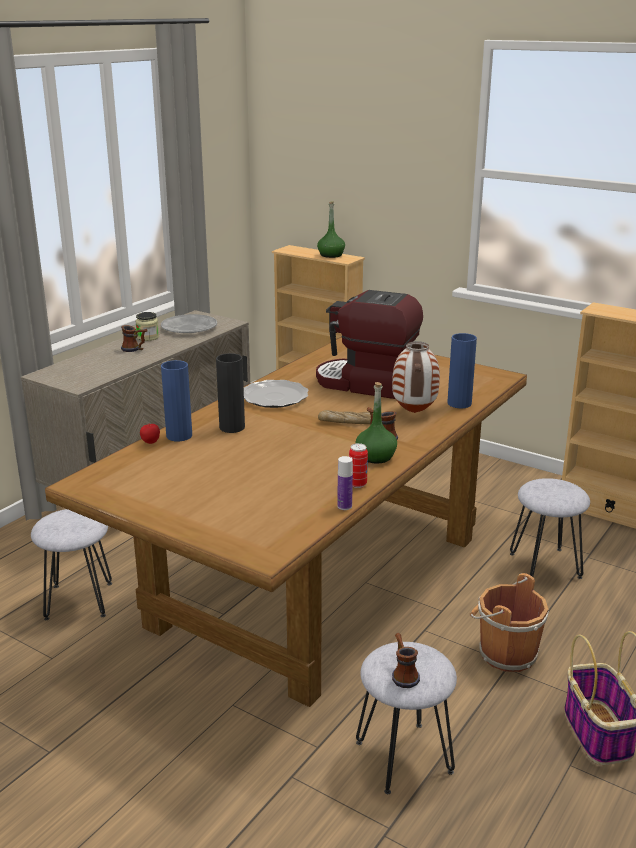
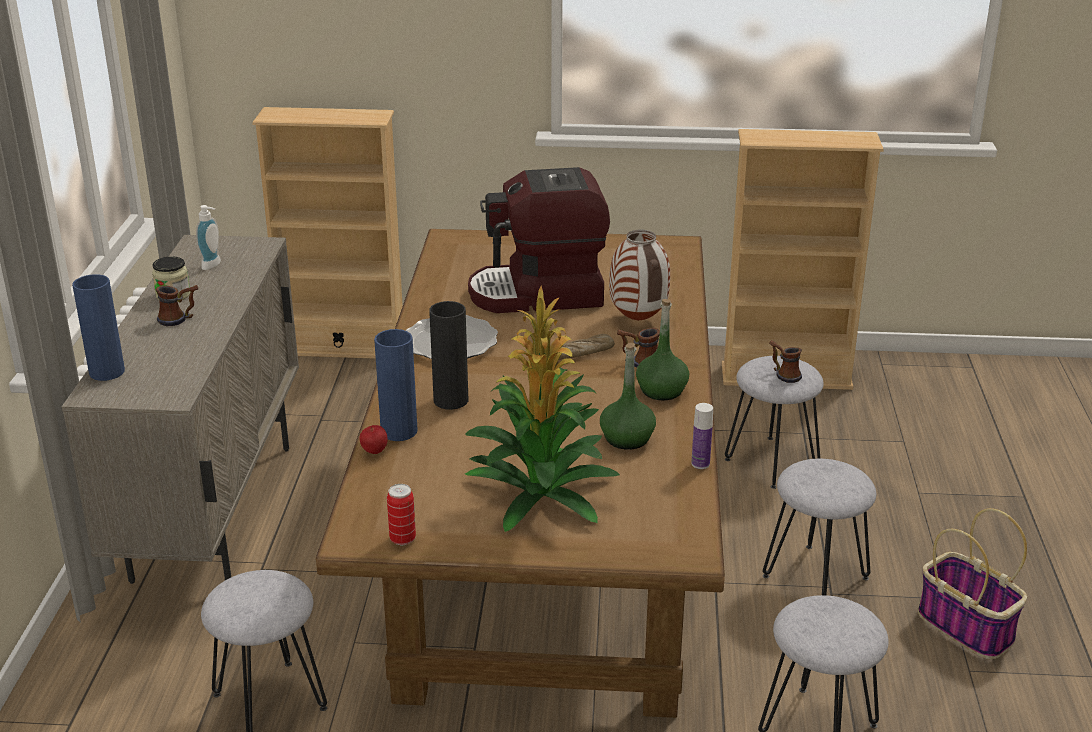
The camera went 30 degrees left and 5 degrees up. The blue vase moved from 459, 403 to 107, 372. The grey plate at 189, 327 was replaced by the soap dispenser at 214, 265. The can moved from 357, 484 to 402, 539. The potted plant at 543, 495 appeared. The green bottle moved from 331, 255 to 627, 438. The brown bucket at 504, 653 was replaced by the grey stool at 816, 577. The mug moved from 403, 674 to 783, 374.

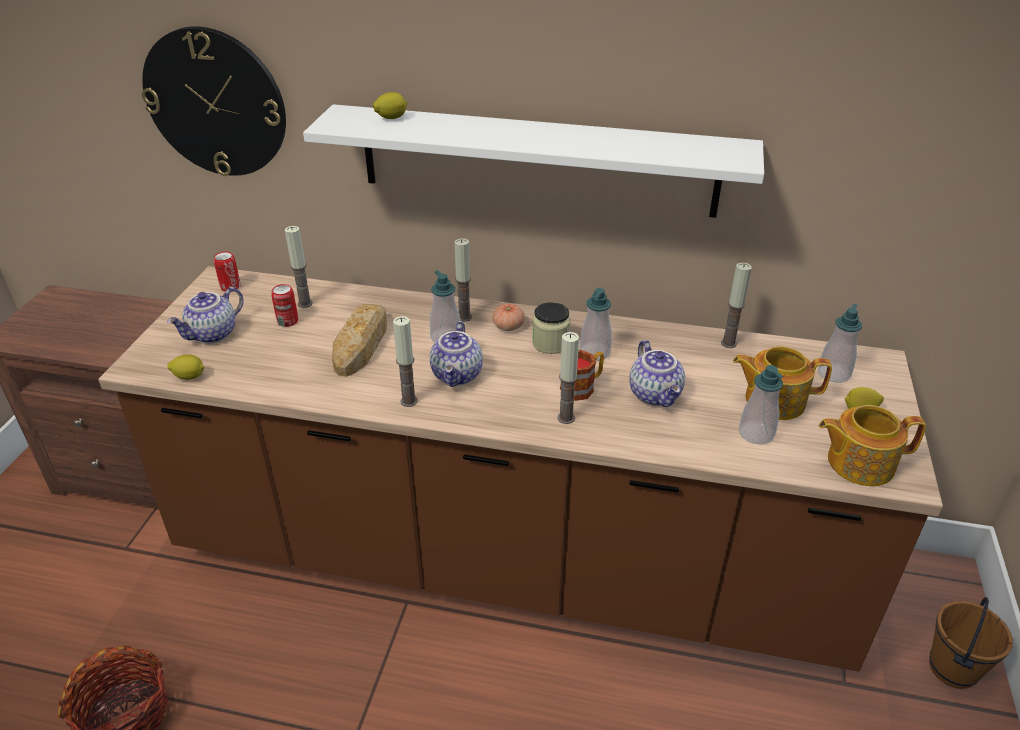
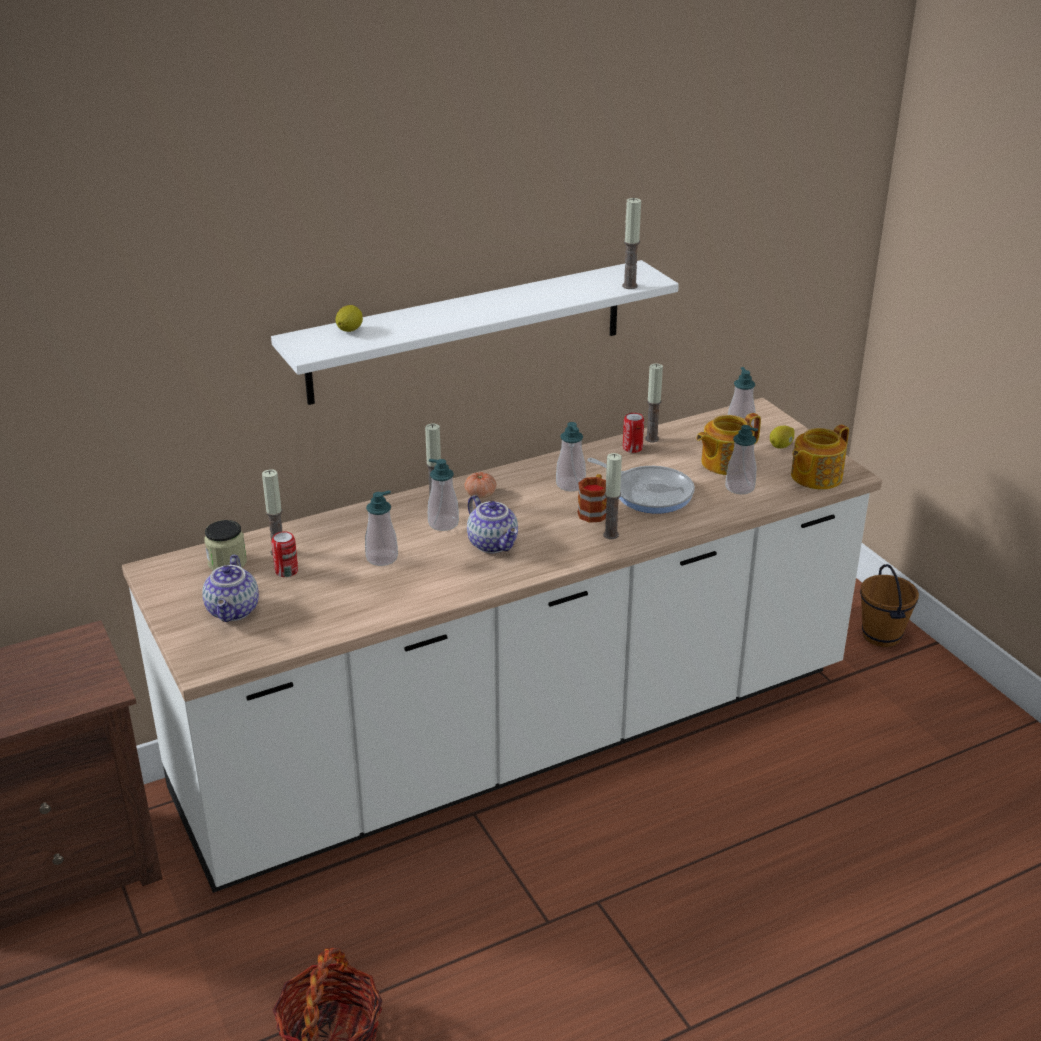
The camera went 40 degrees left and 5 degrees down. The brown counter at 510, 558 became the white counter at 520, 736. The jar moved from 550, 343 to 227, 563. The bread at 362, 344 was replaced by the soap dispenser at 382, 558. The teapot at 656, 395 was replaced by the frying pan at 649, 493. The candle moved from 409, 401 to 629, 286. The can moved from 230, 287 to 632, 448. The wall clock at 215, 103 disappeared. The lemon at 189, 377 disappeared.

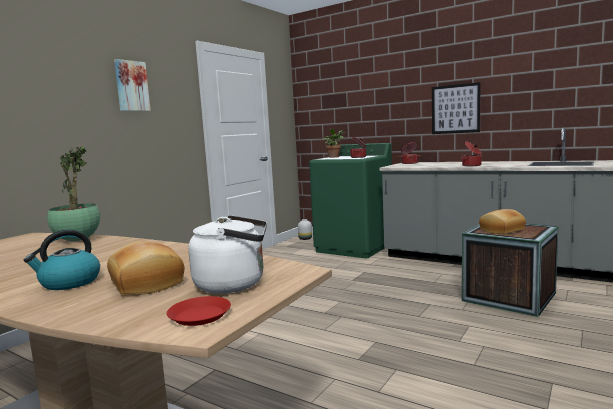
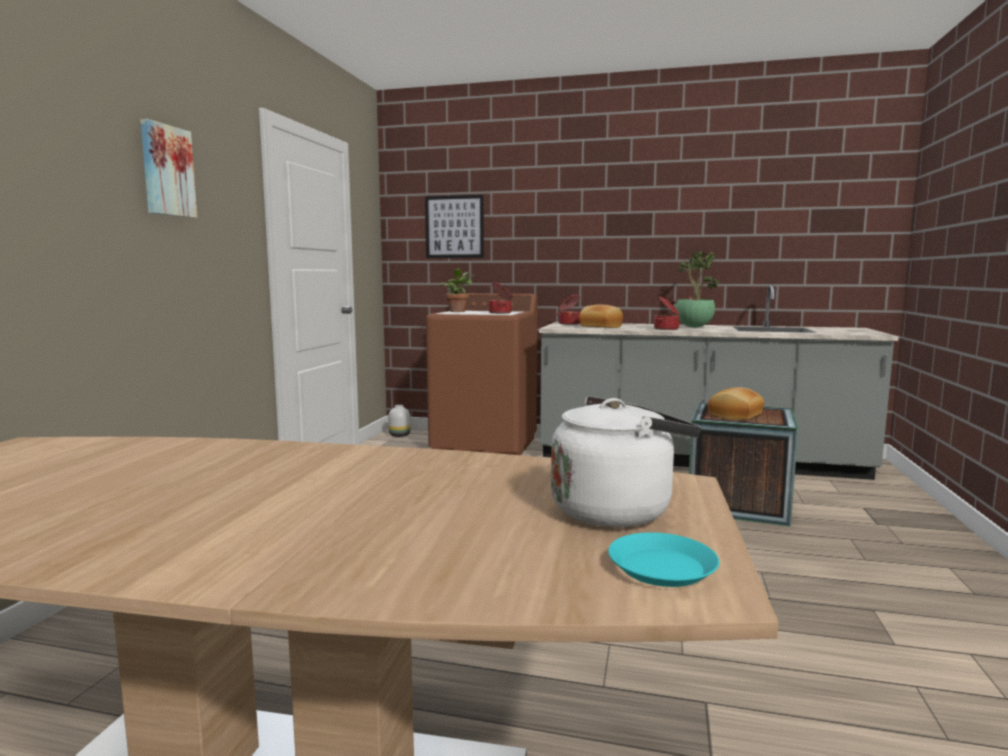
The camera went 20 degrees left and 0 degrees up. The picture moved from 455, 109 to 454, 227. The green washing machine at 354, 247 became the brown washing machine at 485, 446. The bread moved from 145, 283 to 600, 327. The red plate at 200, 315 became the turquoise plate at 662, 567. The potted plant moved from 77, 240 to 693, 327. The kettle at 69, 283 disappeared.

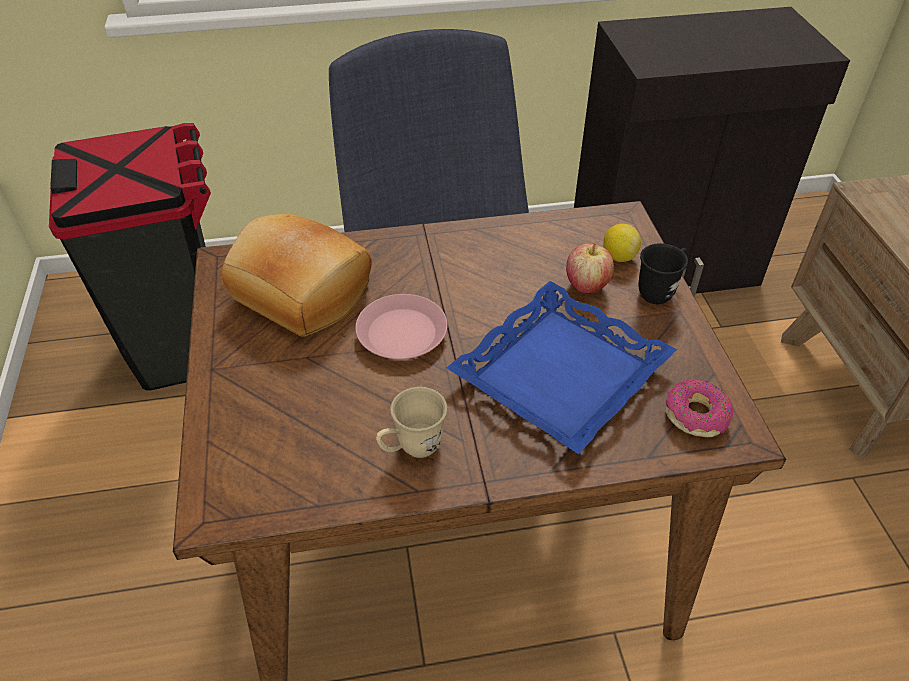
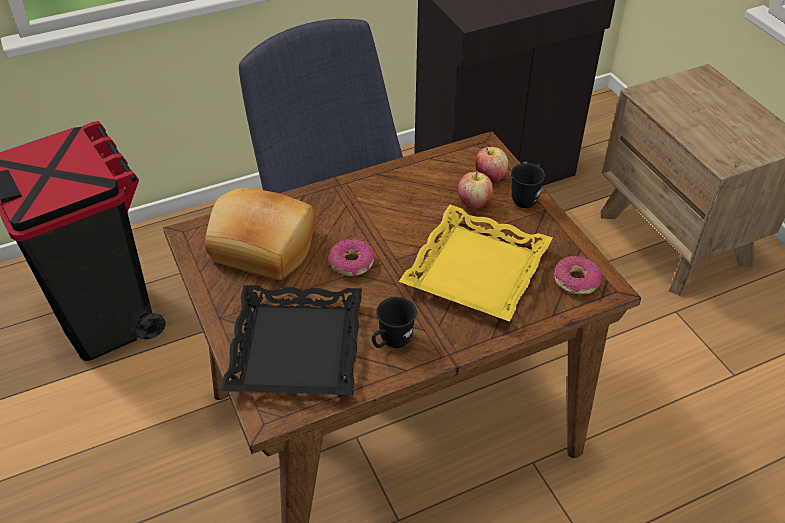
The camera went 15 degrees left and 0 degrees up. The black tray at 297, 348 appeared. The pink plate at 401, 333 was replaced by the donut at 352, 263. The beige mug at 412, 448 became the black mug at 391, 342. The blue tray at 559, 372 became the yellow tray at 475, 270. The lemon at 619, 256 was replaced by the apple at 490, 177.

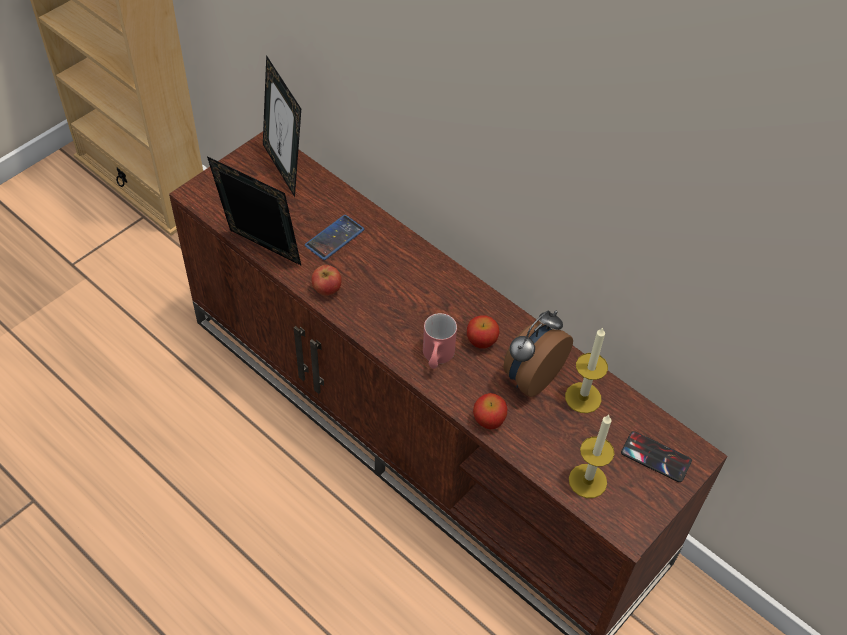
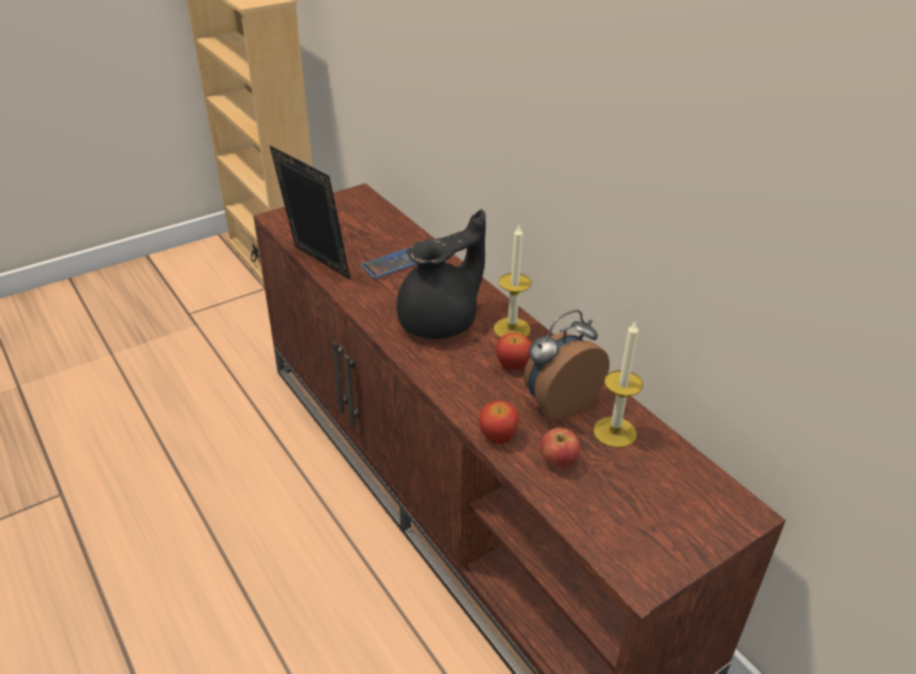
The camera went 15 degrees right and 15 degrees down. The black teapot at 441, 321 appeared. The candle moved from 587, 481 to 511, 329. The apple moved from 327, 289 to 558, 461. The picture frame at 284, 168 disappeared. The red mug at 437, 358 disappeared. The phone at 656, 457 disappeared.

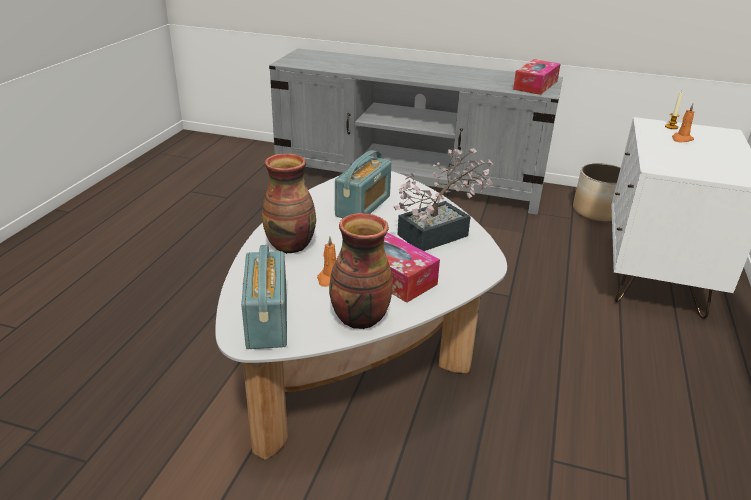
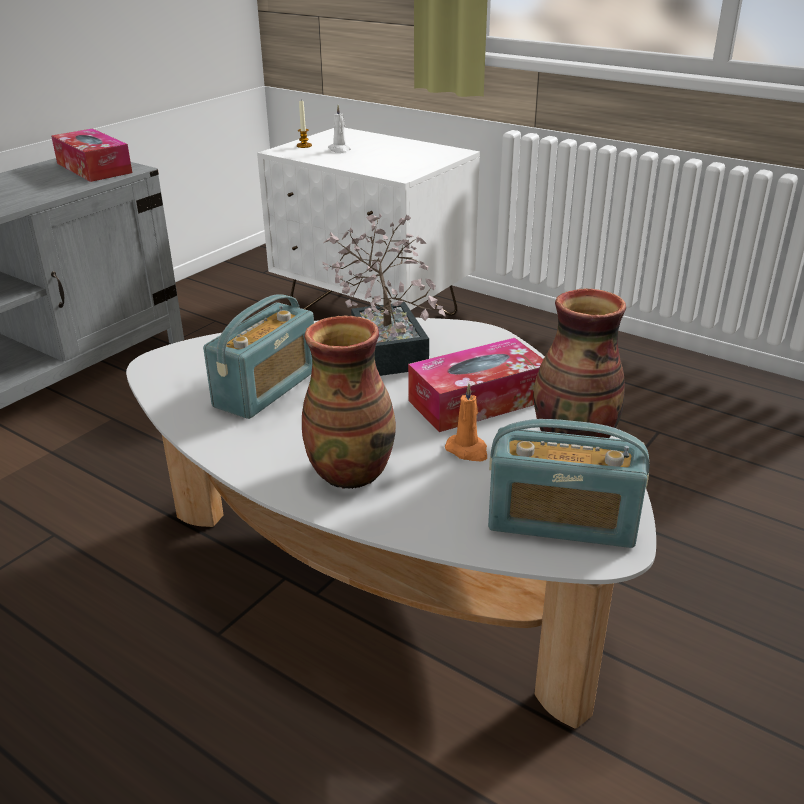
The camera went 70 degrees left and 0 degrees up. The radio at 363, 206 turned 75 degrees clockwise. The orange candle at 681, 139 became the white candle at 340, 150. The planter at 597, 212 disappeared.

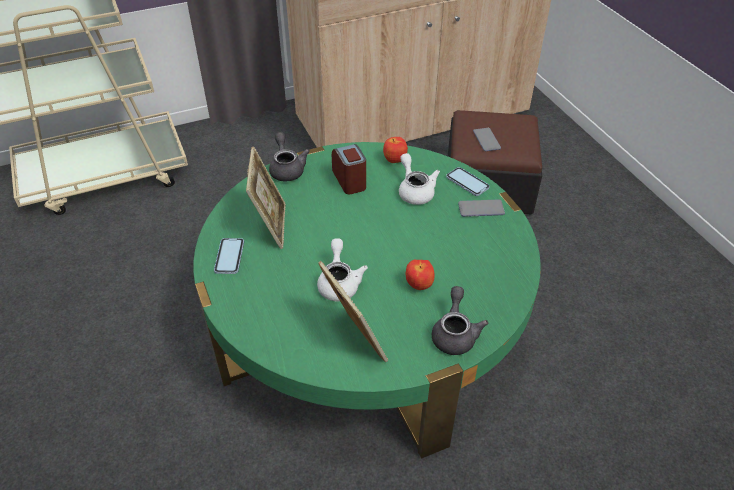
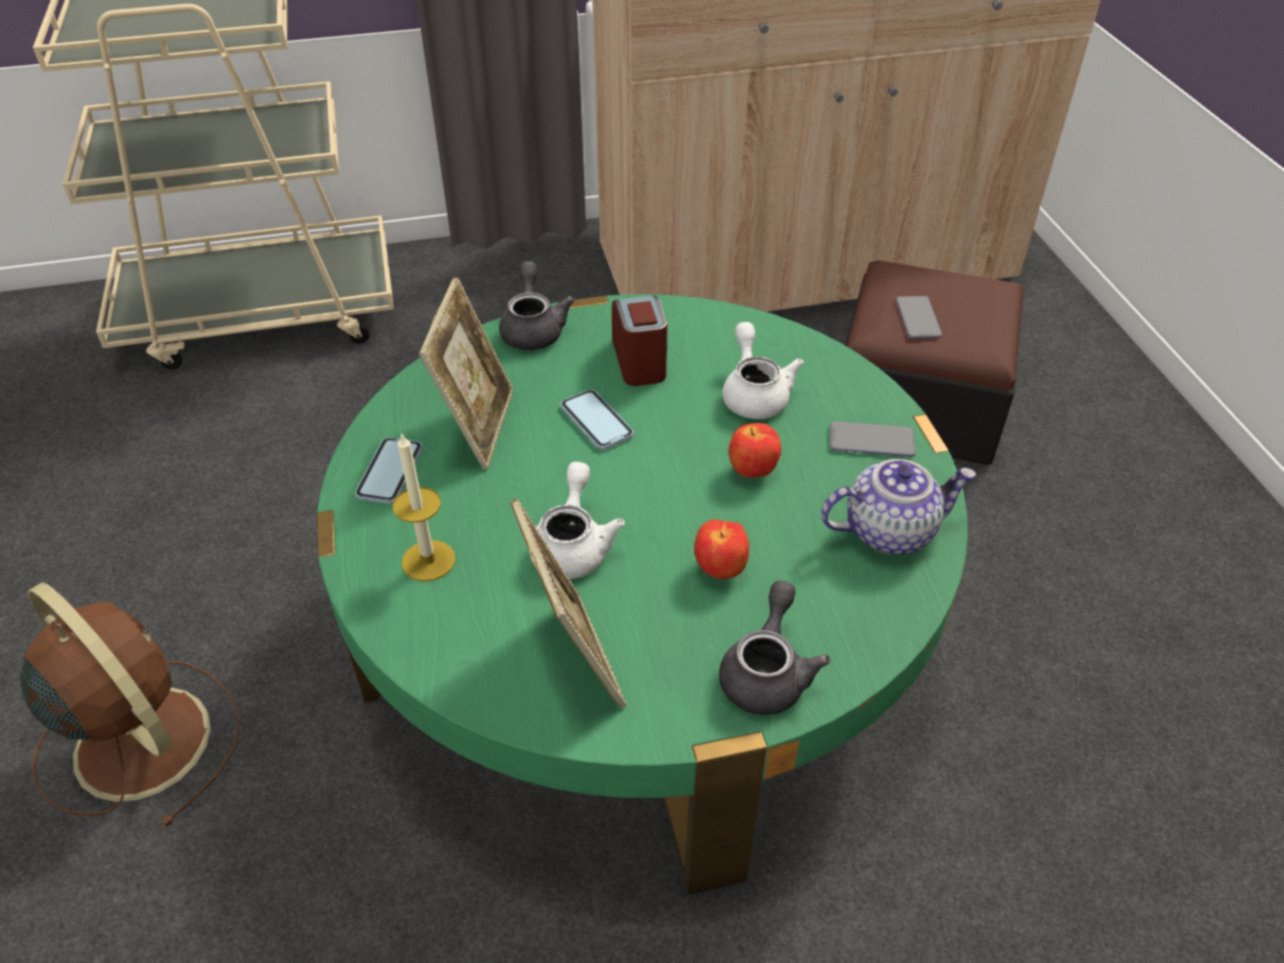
The camera went 10 degrees right and 0 degrees up. The brown fan at 139, 739 appeared. The candle at 428, 560 appeared. The phone moved from 467, 182 to 596, 421. The apple moved from 395, 161 to 752, 472. The teapot at 889, 530 appeared.

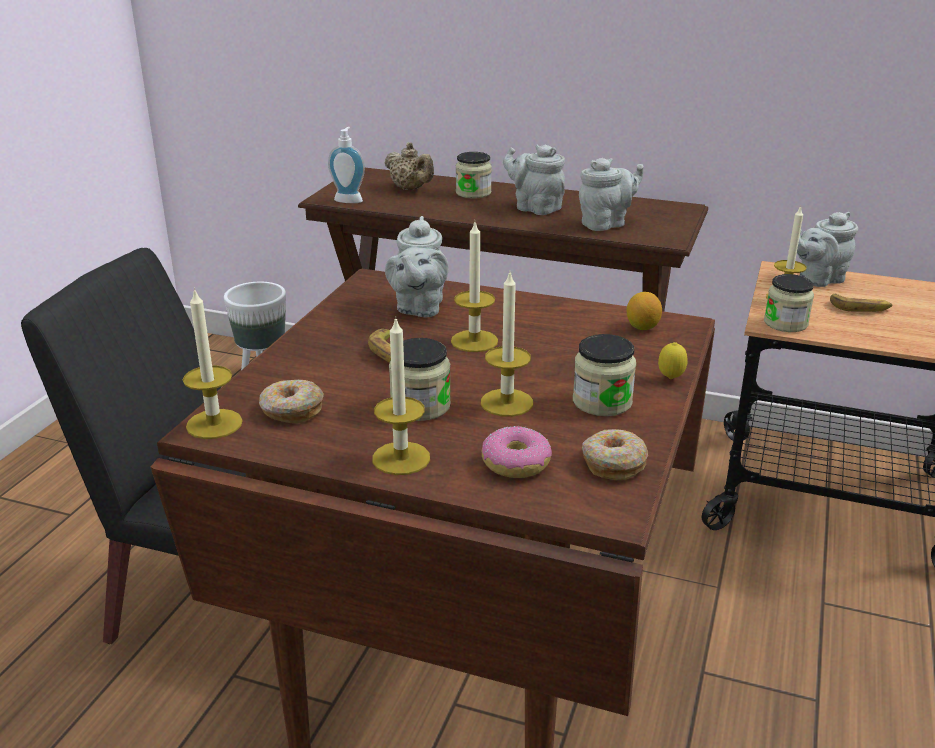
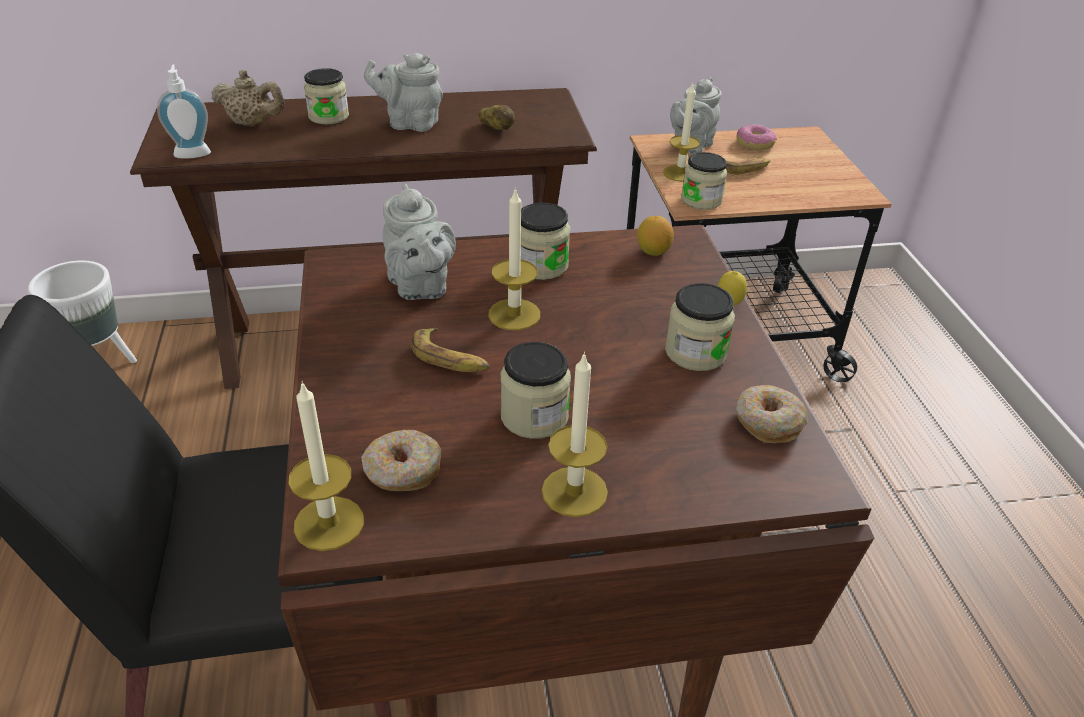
The camera went 30 degrees left and 10 degrees up. The grey teapot at 606, 224 was replaced by the potato at 496, 130. The jar at 541, 265 appeared. The donut moved from 516, 463 to 755, 144. The candle at 506, 402 disappeared.

